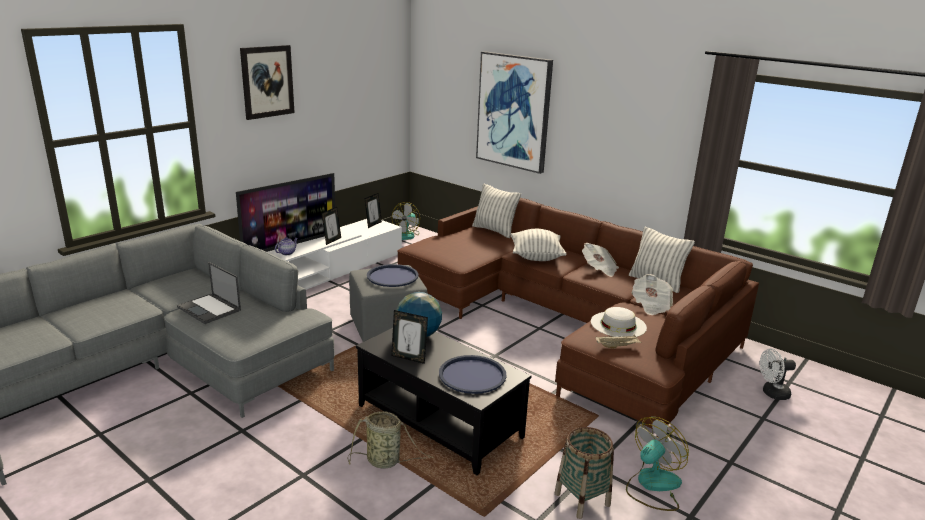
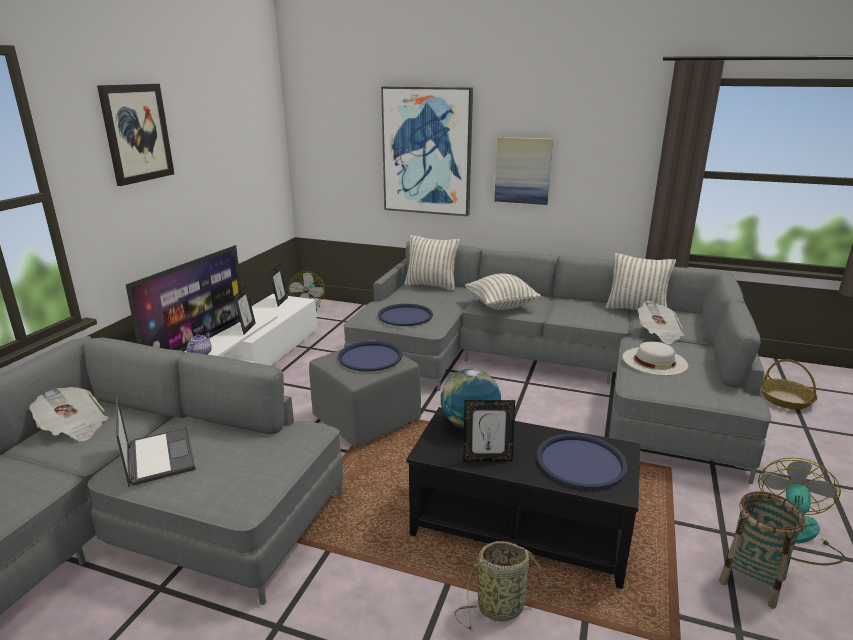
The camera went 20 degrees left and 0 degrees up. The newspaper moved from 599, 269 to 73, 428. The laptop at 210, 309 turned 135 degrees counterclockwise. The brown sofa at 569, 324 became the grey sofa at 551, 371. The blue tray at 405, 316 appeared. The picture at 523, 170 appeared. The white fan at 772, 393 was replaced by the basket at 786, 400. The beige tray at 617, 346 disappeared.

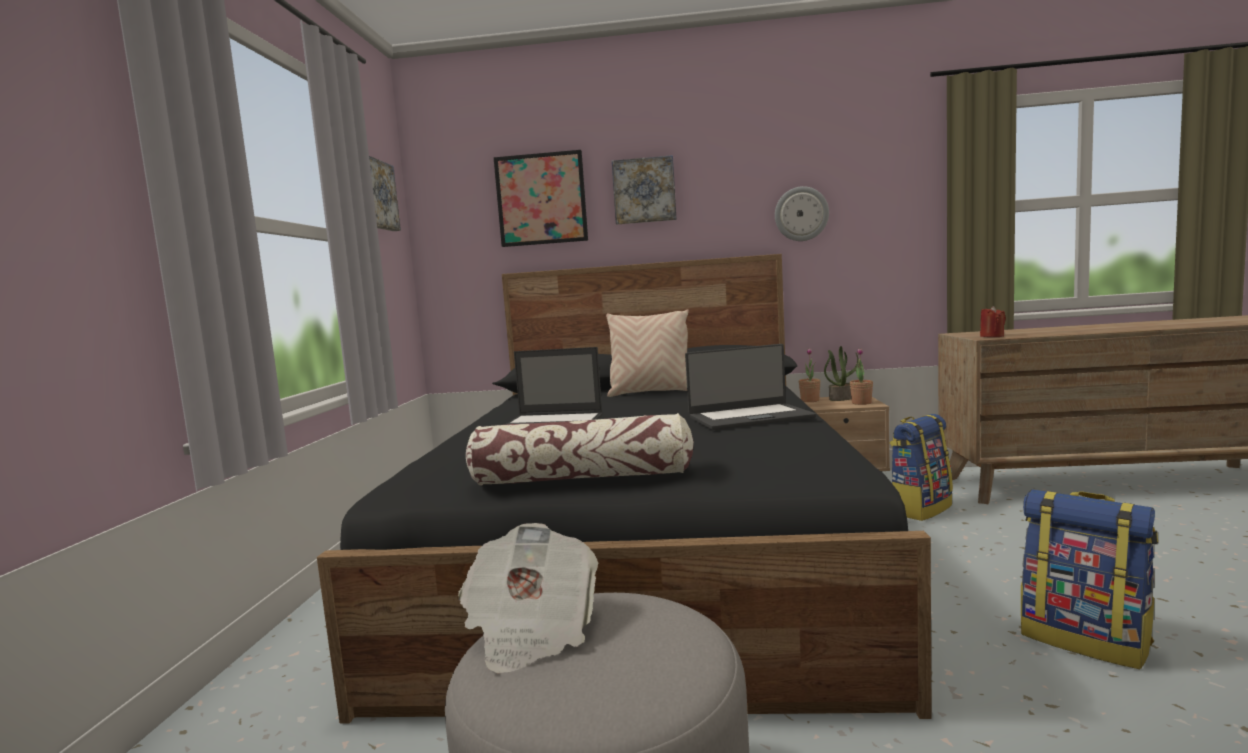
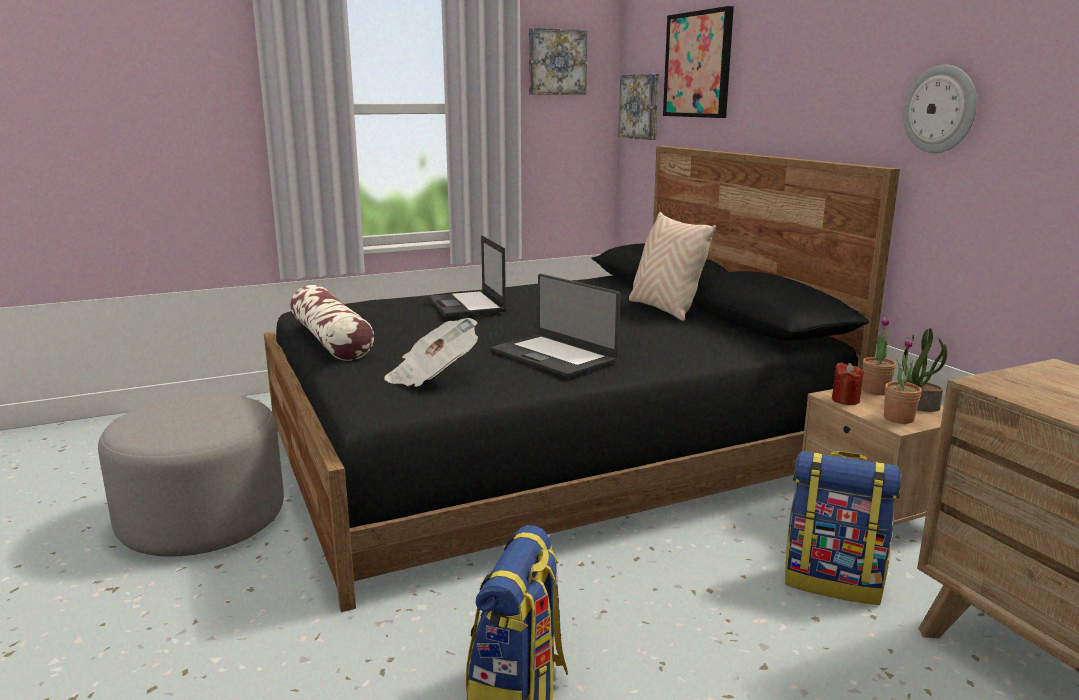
The camera went 60 degrees right and 10 degrees up. The newspaper moved from 531, 630 to 432, 376. The picture moved from 644, 190 to 641, 106. The red candle moved from 992, 336 to 845, 400.

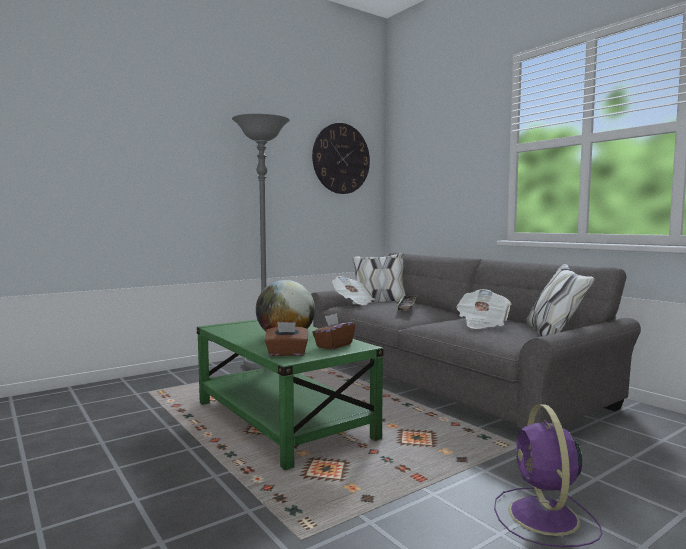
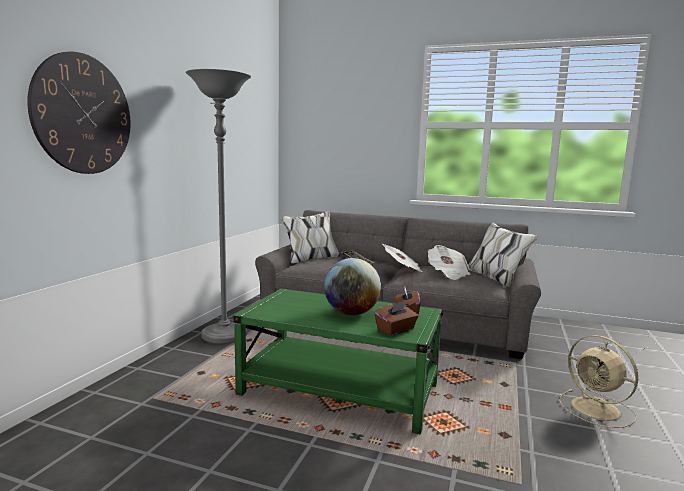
The camera went 35 degrees left and 5 degrees up. The wall clock moved from 341, 158 to 83, 114. The newspaper moved from 353, 302 to 402, 269. The purple fan at 544, 518 became the beige fan at 597, 409.

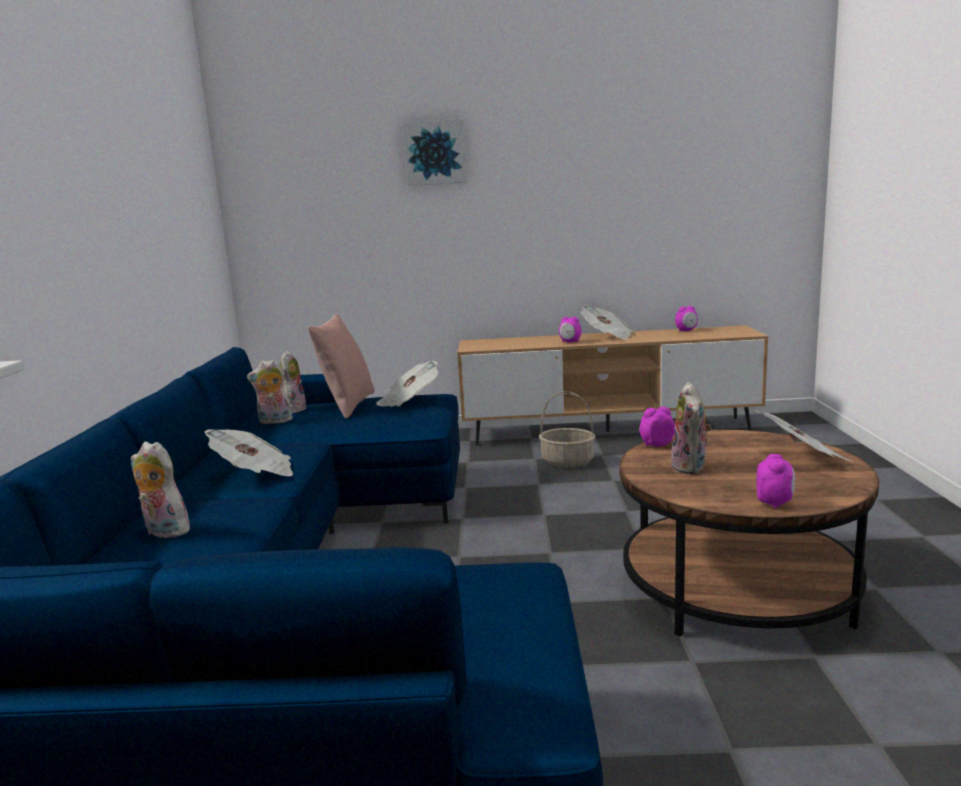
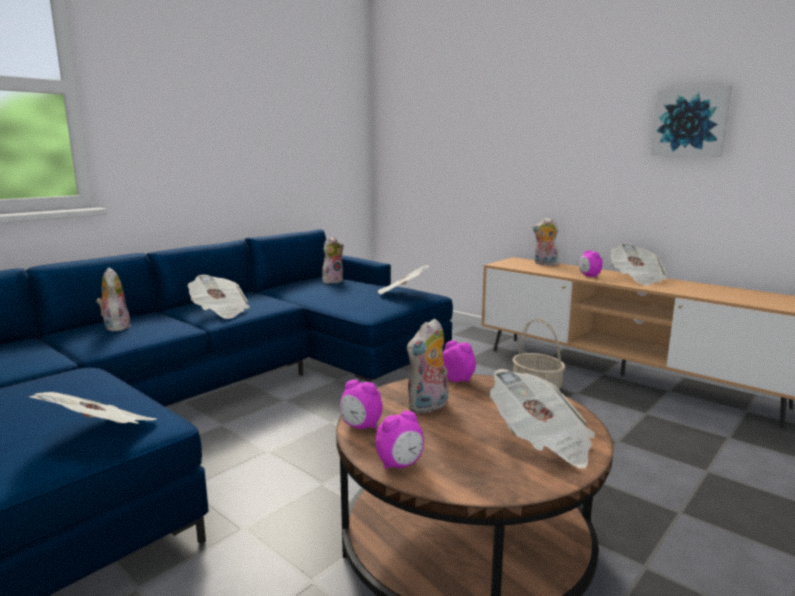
The camera went 40 degrees right and 0 degrees up. The newspaper at 100, 433 appeared. The alarm clock moved from 686, 331 to 361, 426. The plush toy moved from 274, 422 to 544, 264. The picture moved from 435, 153 to 690, 122. The pink pillow at 347, 405 disappeared.

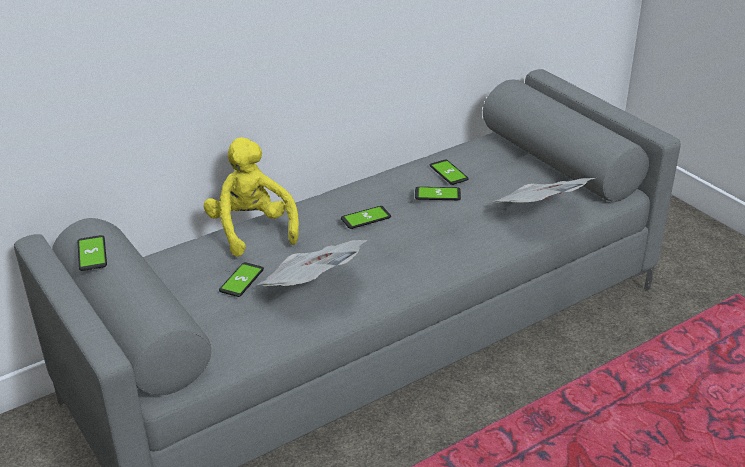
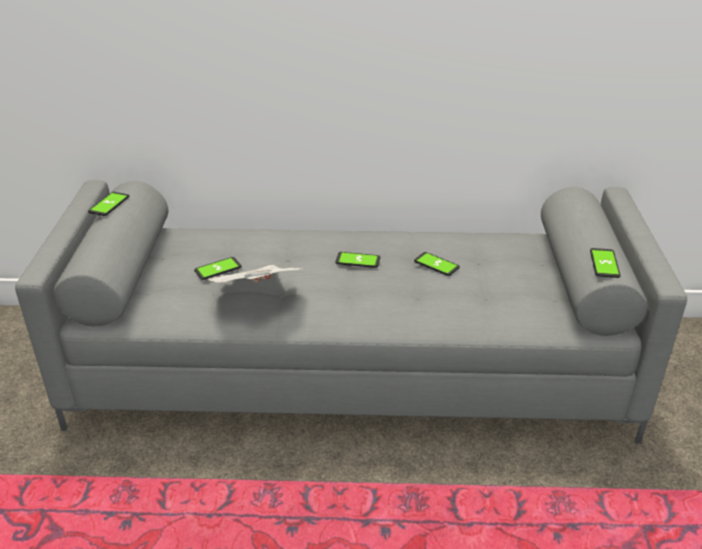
The camera went 35 degrees right and 0 degrees up. The phone moved from 448, 173 to 604, 264. The yellow plush toy at 252, 230 disappeared. The newspaper at 540, 212 disappeared.

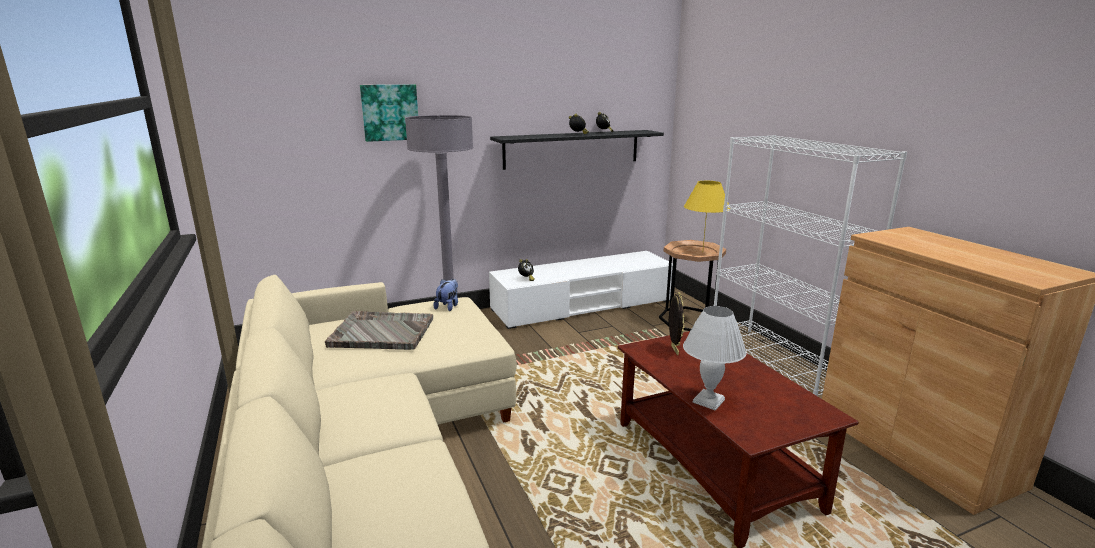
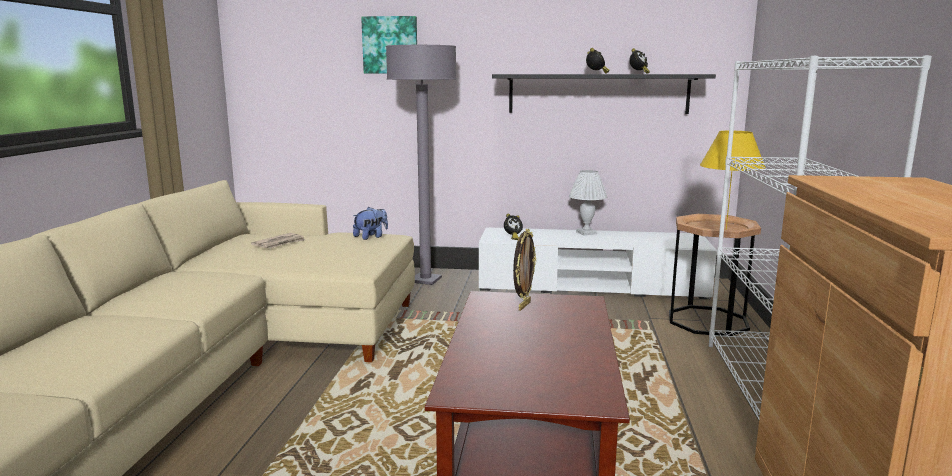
The camera went 30 degrees right and 5 degrees down. The grey tray at 381, 332 was replaced by the newspaper at 280, 243. The white table lamp moved from 709, 401 to 586, 233.

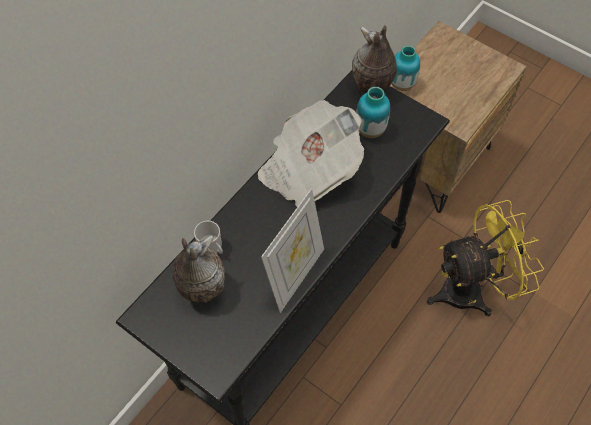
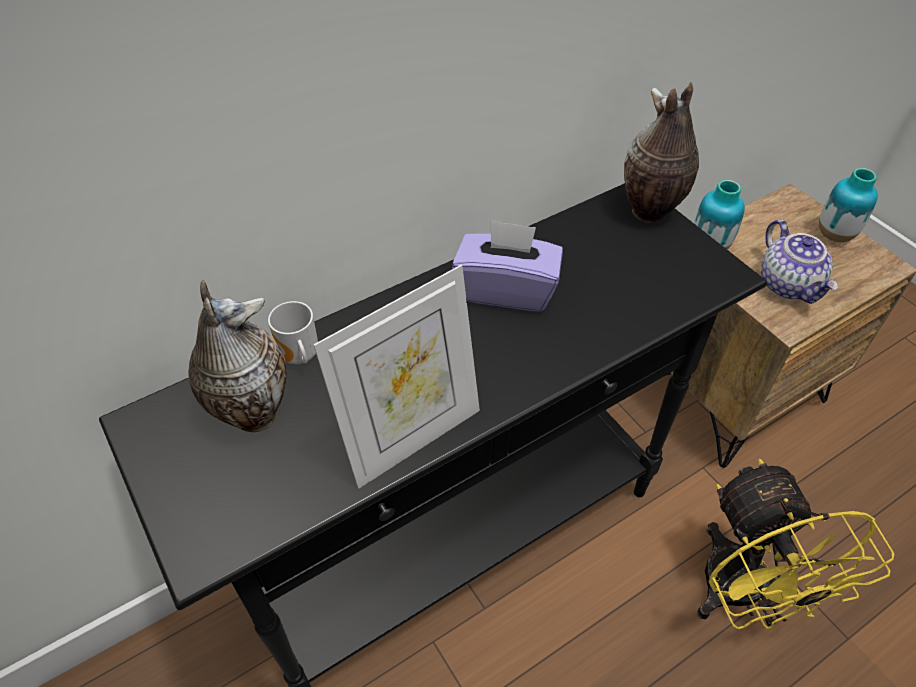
The camera went 20 degrees right and 10 degrees down. The newspaper at 309, 169 was replaced by the purple tissue box at 507, 289. The yellow fan at 471, 289 turned 75 degrees clockwise. The teapot at 789, 285 appeared. The vase moved from 370, 130 to 834, 235.

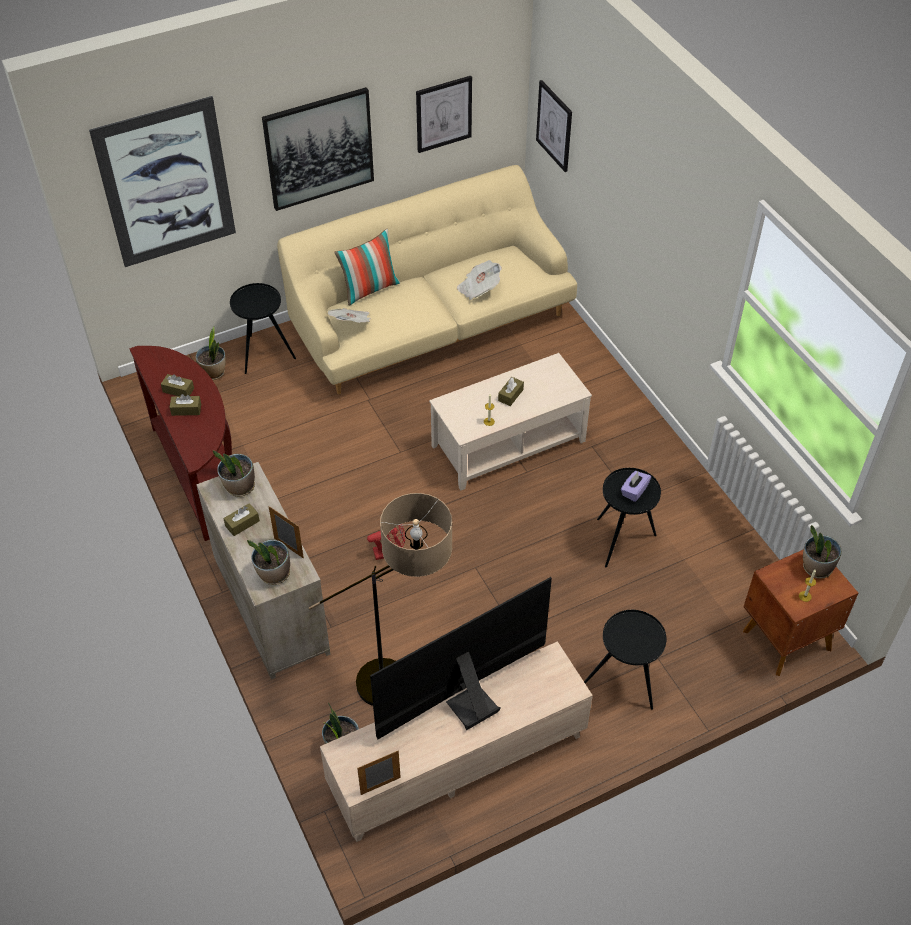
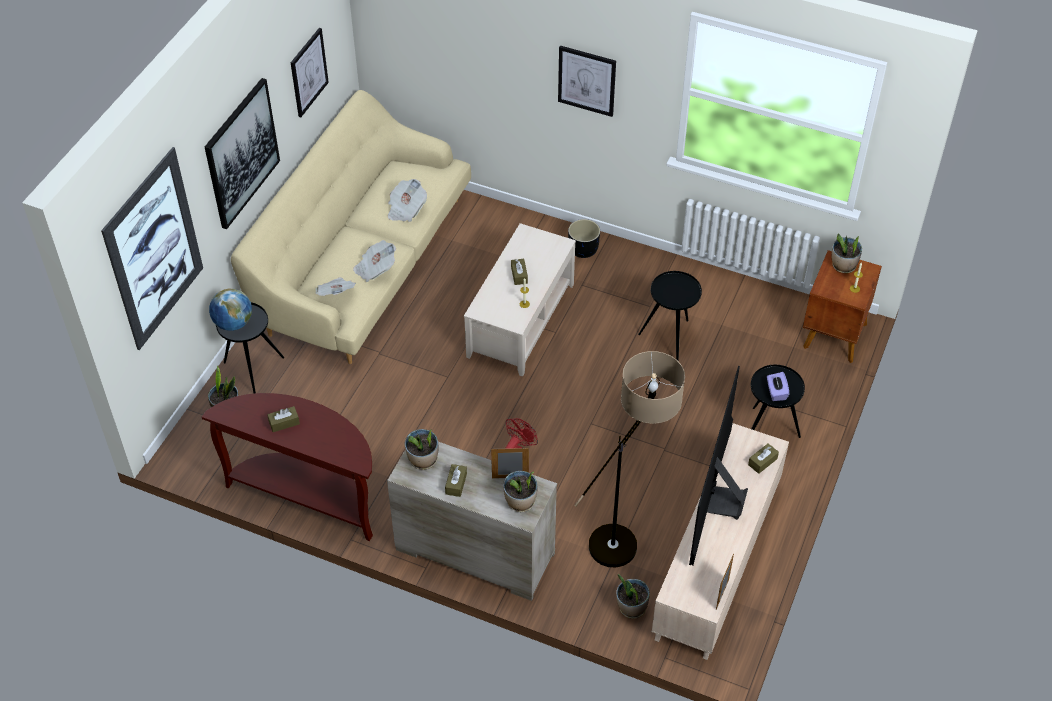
The camera went 40 degrees left and 0 degrees up. The globe at 233, 323 appeared. The newspaper at 375, 269 appeared. The picture moved from 554, 126 to 587, 80. The black planter at 584, 249 appeared. The brown tissue box moved from 186, 410 to 762, 462. The purple tissue box moved from 634, 491 to 776, 392. The pillow at 369, 289 disappeared.

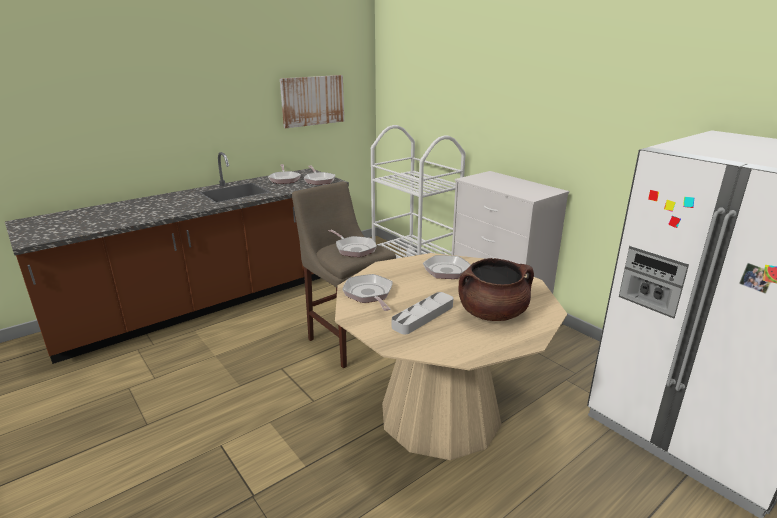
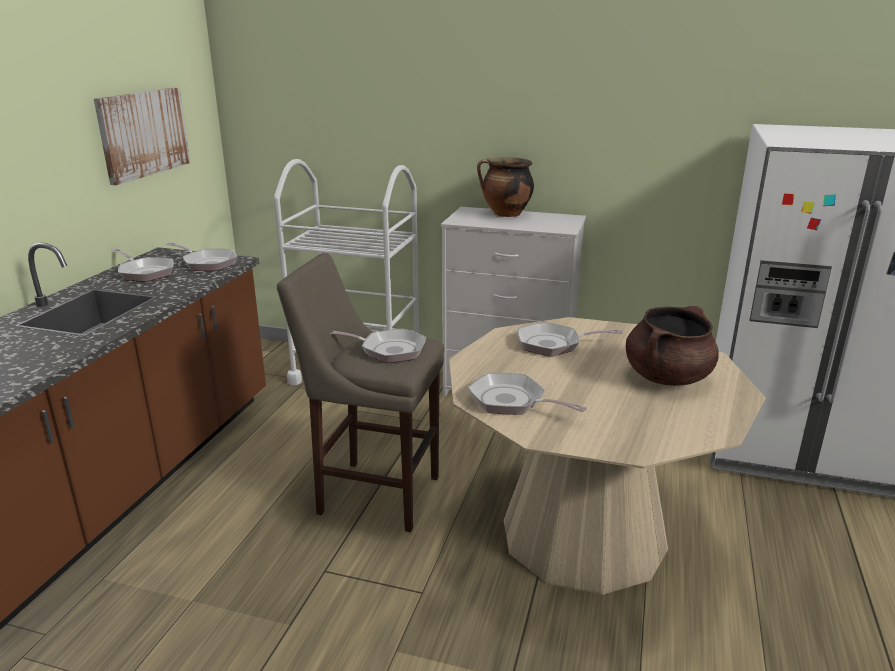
The camera went 35 degrees left and 0 degrees up. The cooking pot at 505, 214 appeared. The grey tray at 423, 316 disappeared.

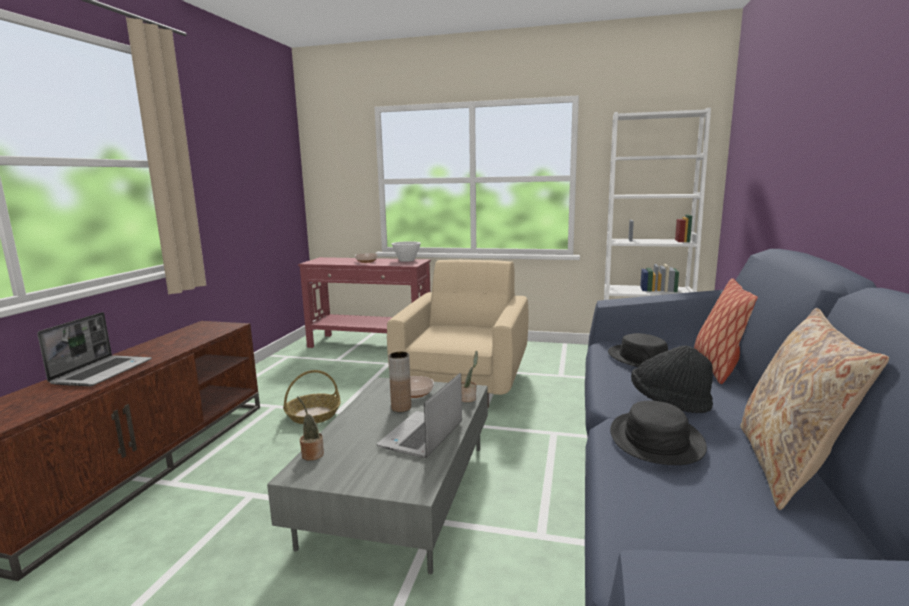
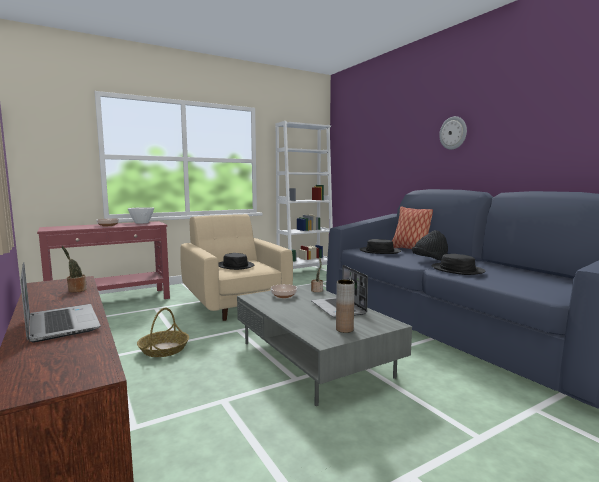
The camera went 45 degrees left and 5 degrees down. The potted plant moved from 311, 454 to 76, 290. The black hat at 235, 266 appeared. The brown vase moved from 401, 408 to 344, 329. The wall clock at 453, 133 appeared. The beige pillow at 789, 467 disappeared.

